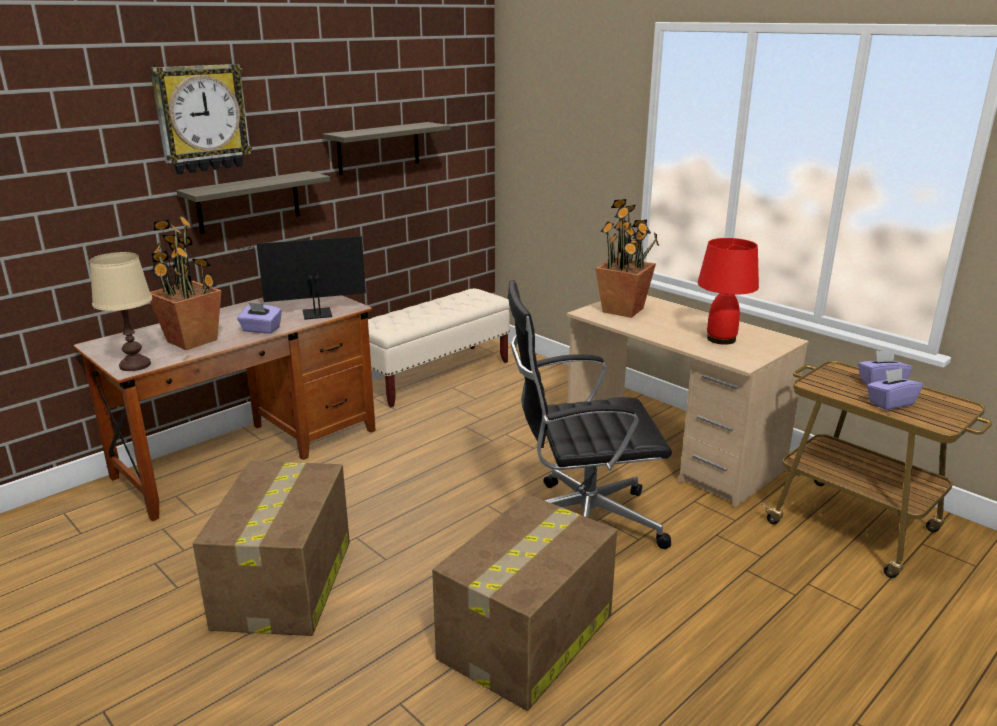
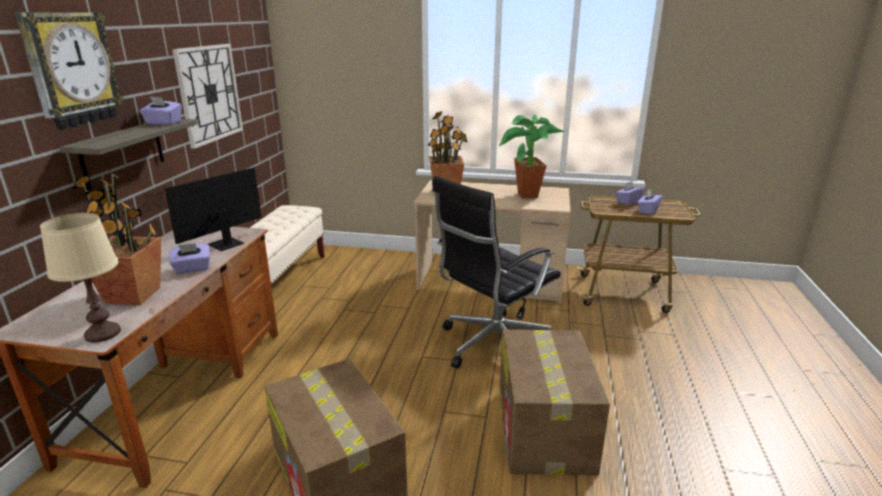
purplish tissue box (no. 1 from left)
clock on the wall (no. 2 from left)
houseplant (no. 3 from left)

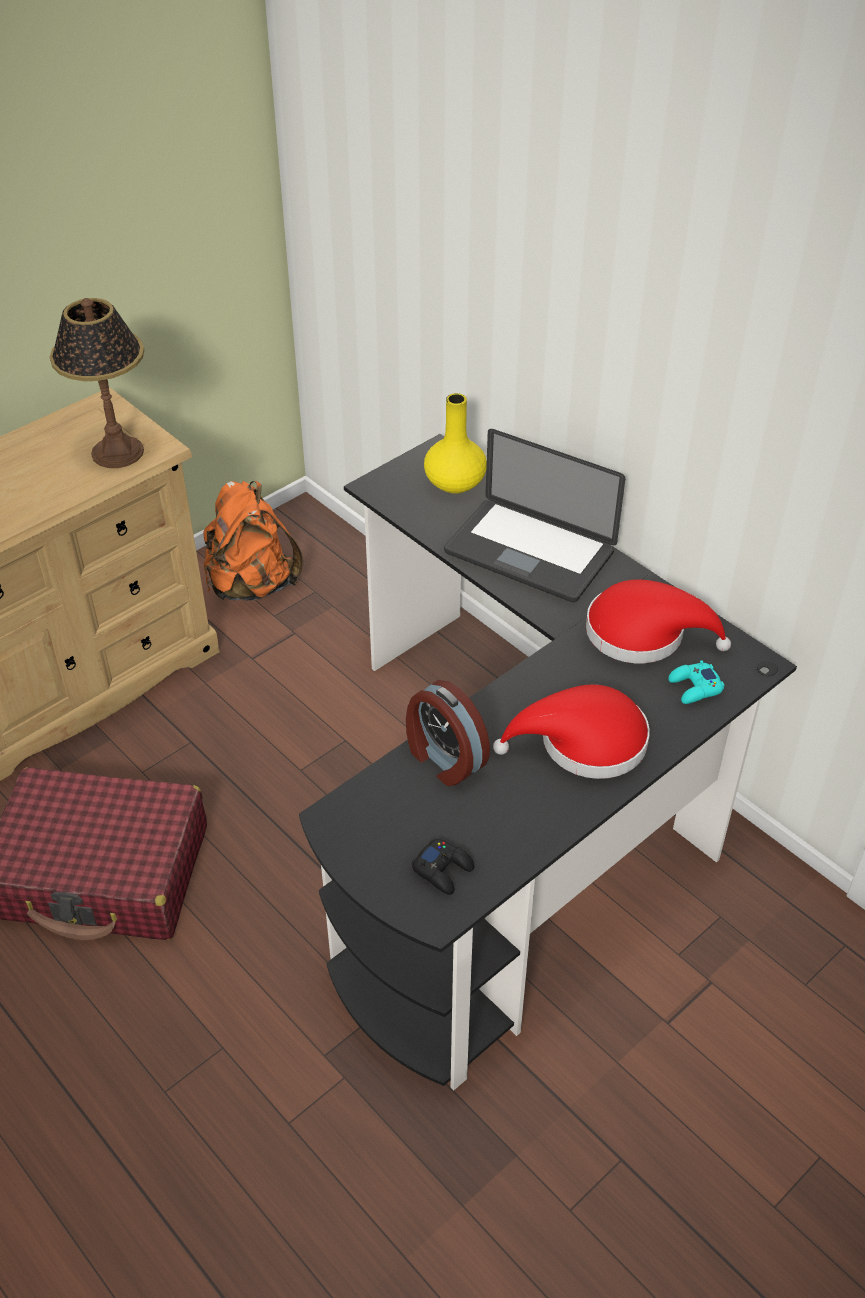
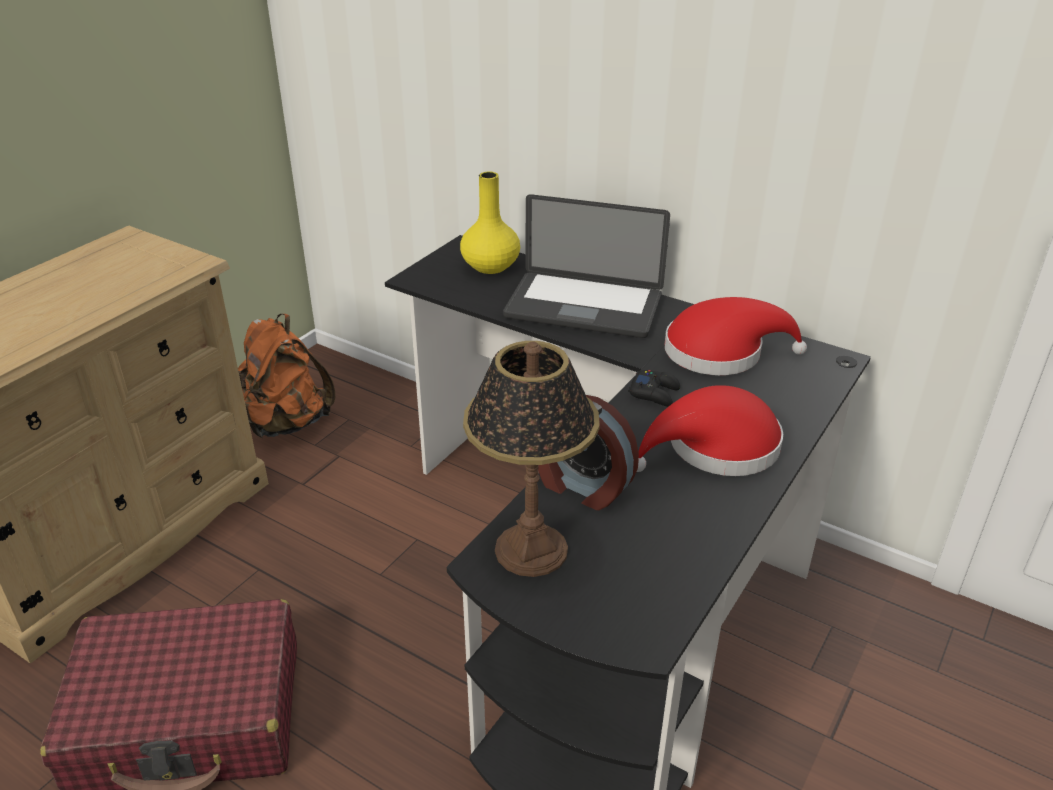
lamp for a table
blackish gamepad
blue-green gamepad

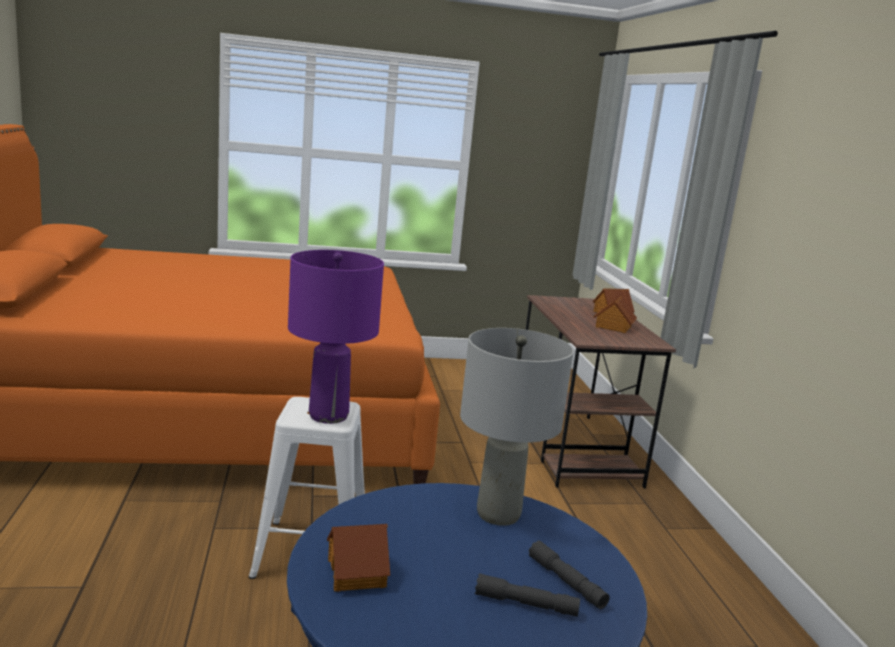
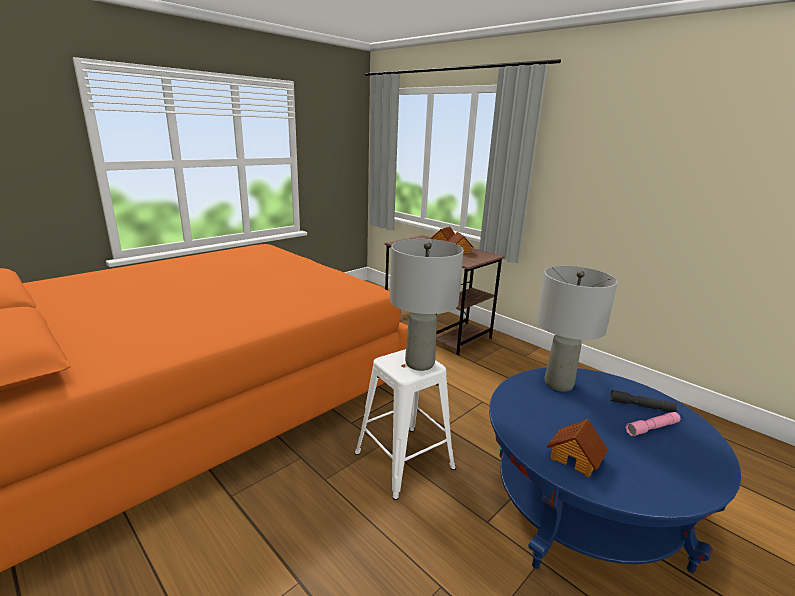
grey lamp for a table (no. 1 from left)
pinkish torch

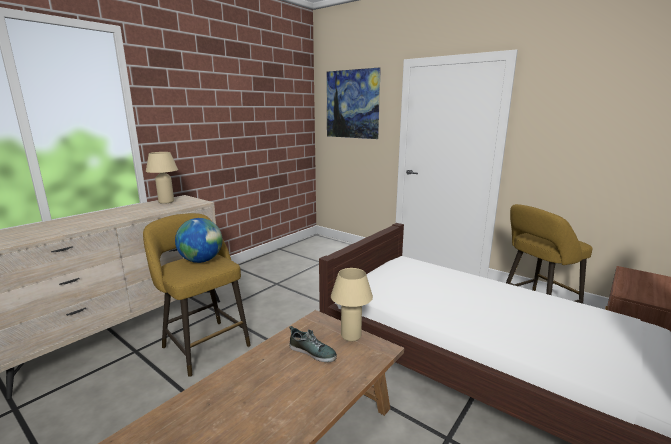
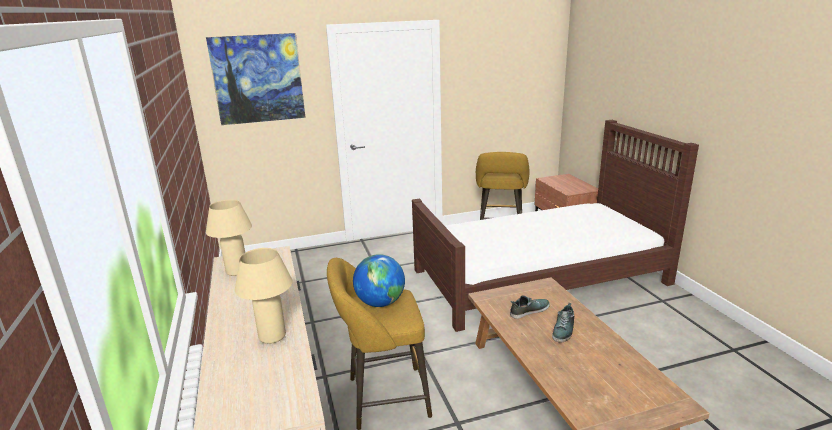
beige-coloured lamp for a table (no. 2 from left)
low shoe (no. 2 from left)

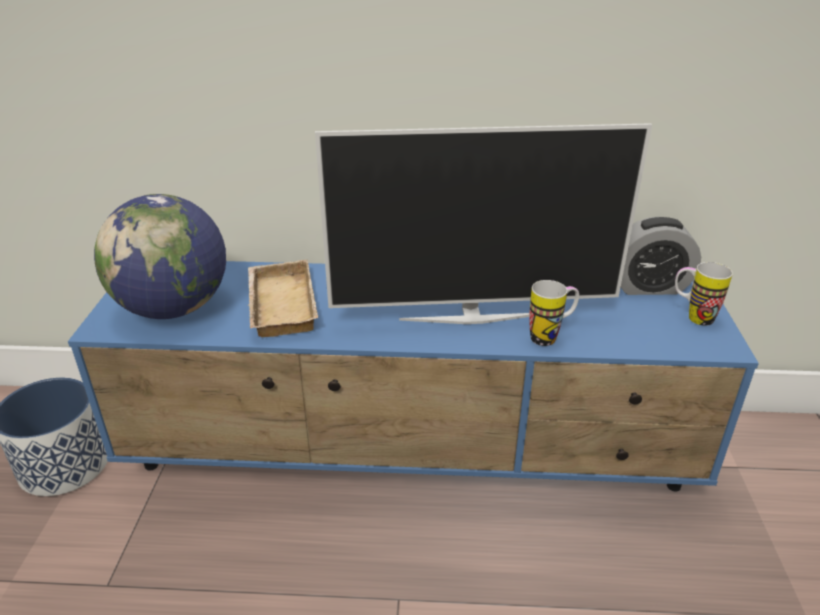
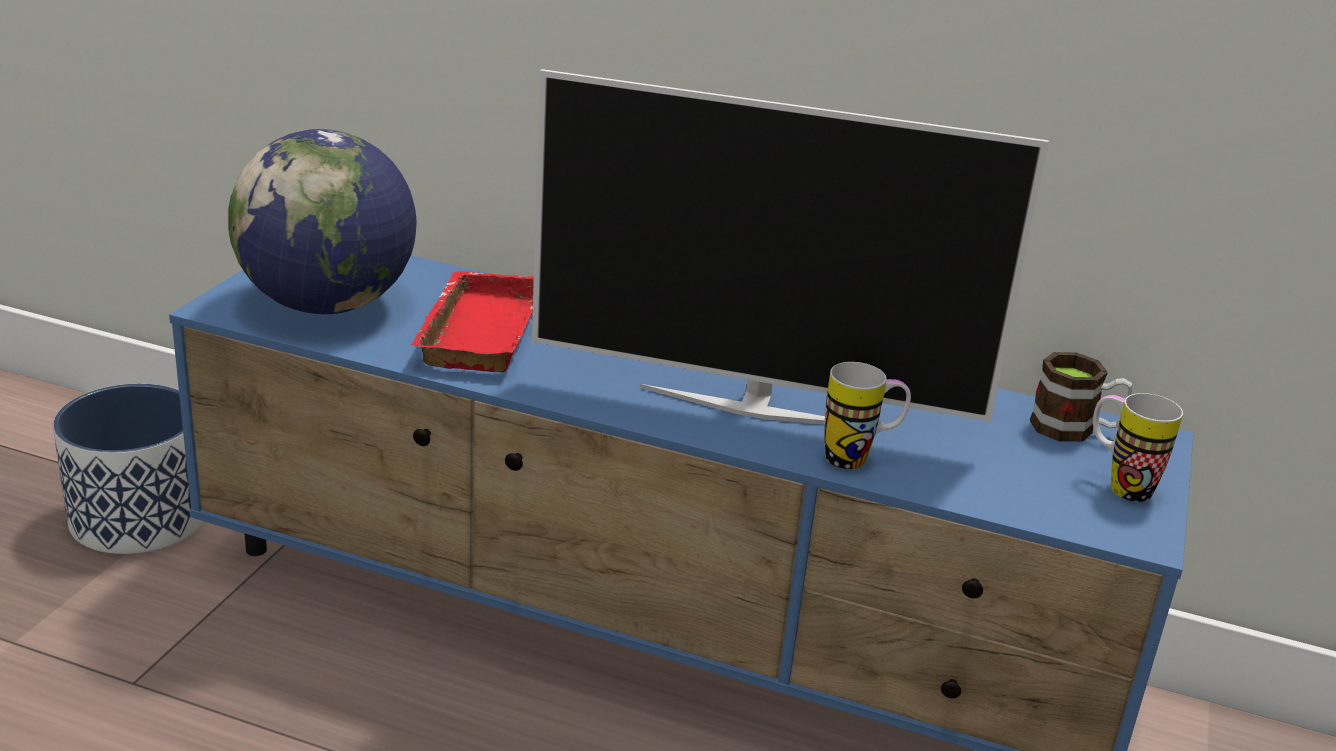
red-coloured serving tray
mug (no. 2 from left)

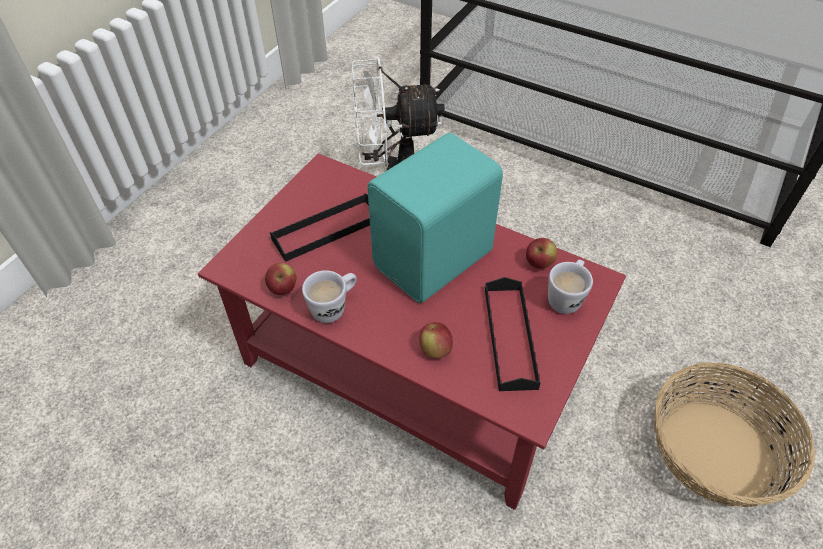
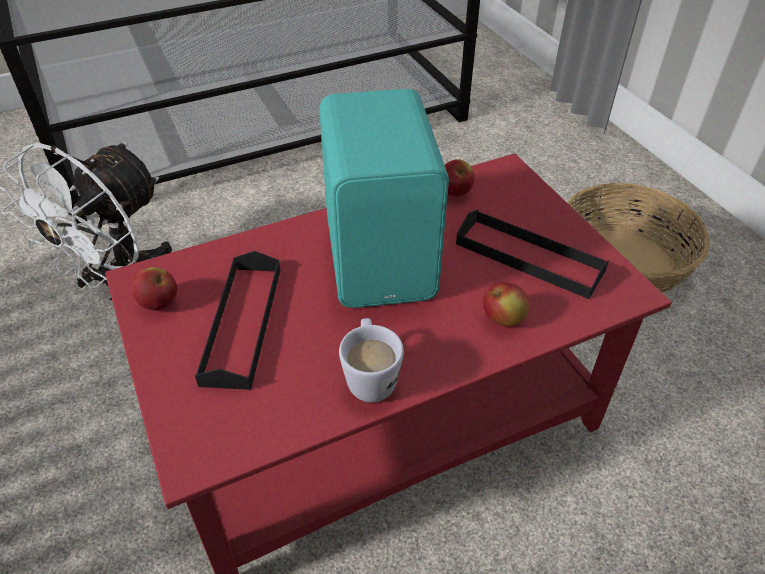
apple (no. 1 from left)
white-coloured mug (no. 2 from left in the first image)

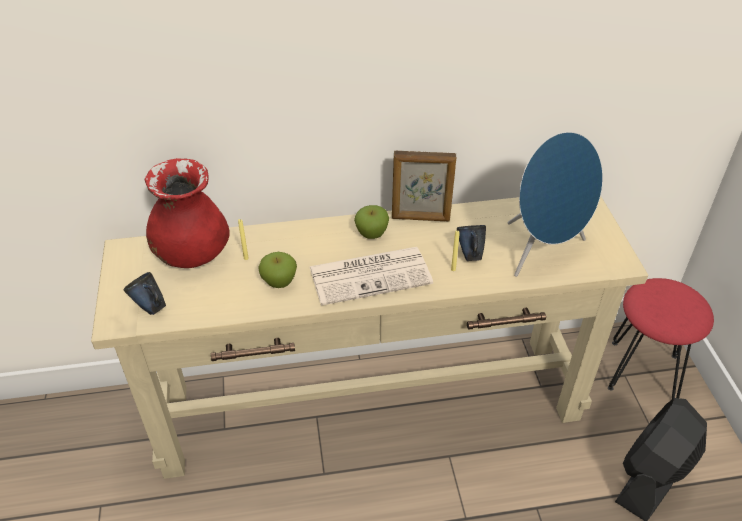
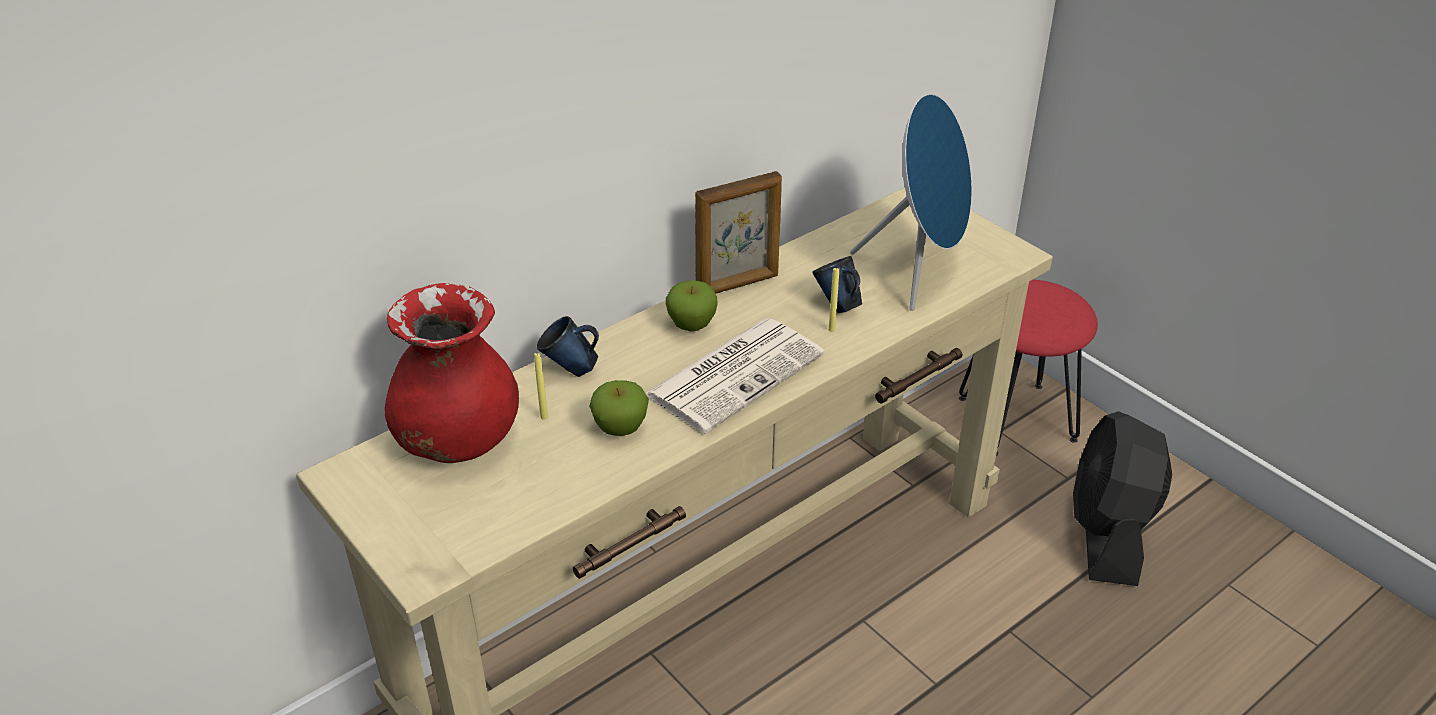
blue mug (no. 1 from left)

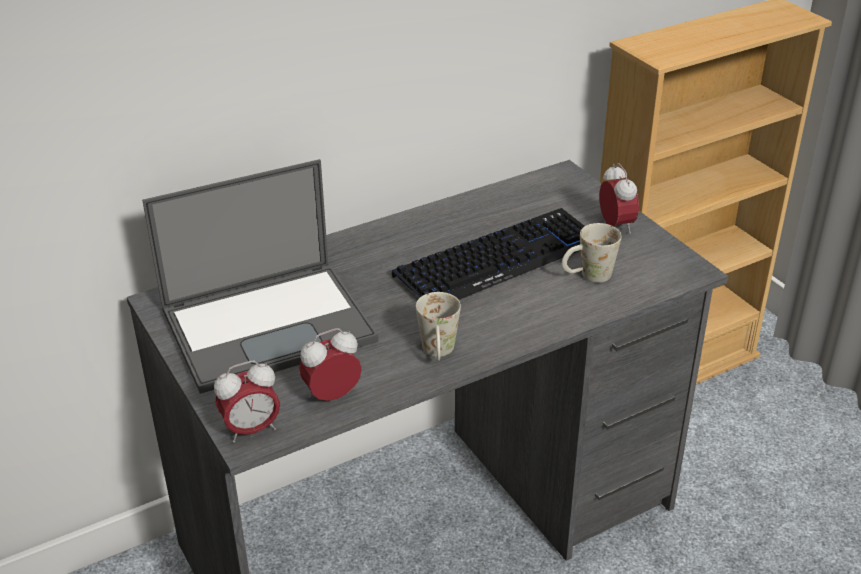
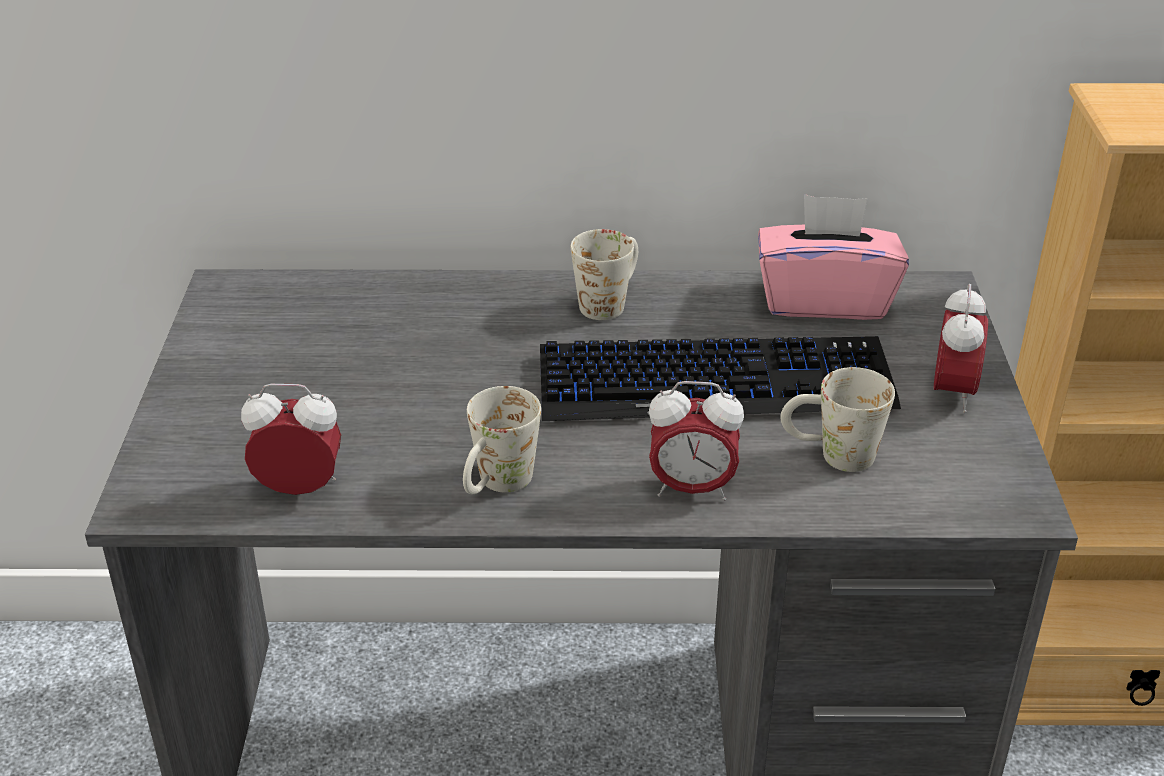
white-coloured mug (no. 2 from left)
alarm clock (no. 2 from left)
pinkish tissue box
notebook computer

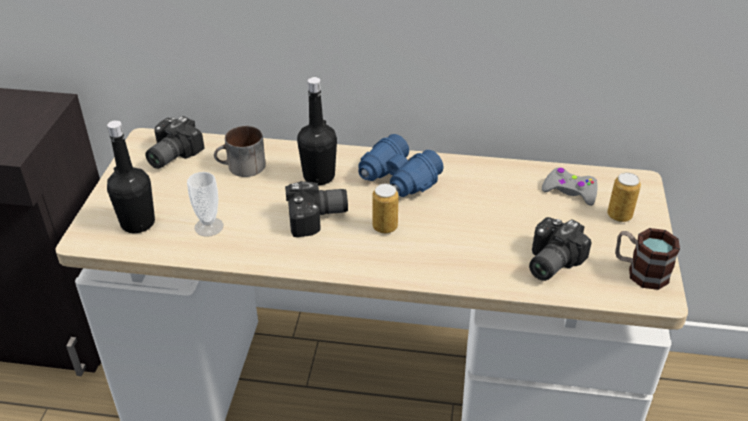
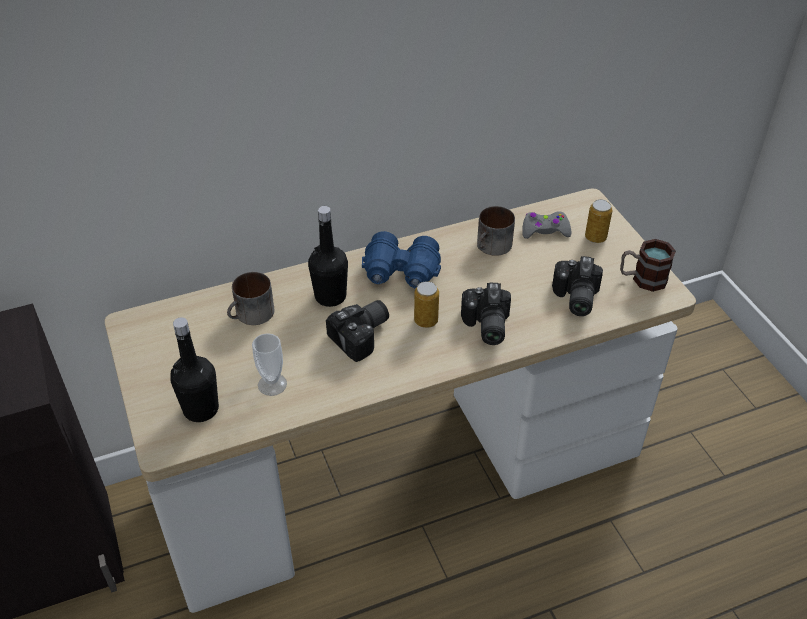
photo camera (no. 2 from left)
mug (no. 2 from left)

